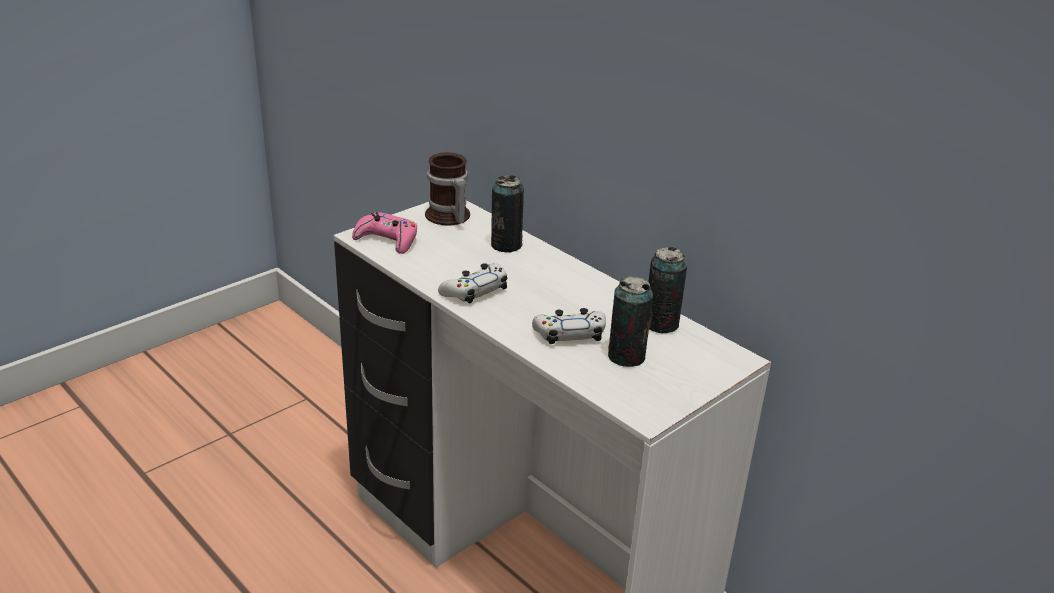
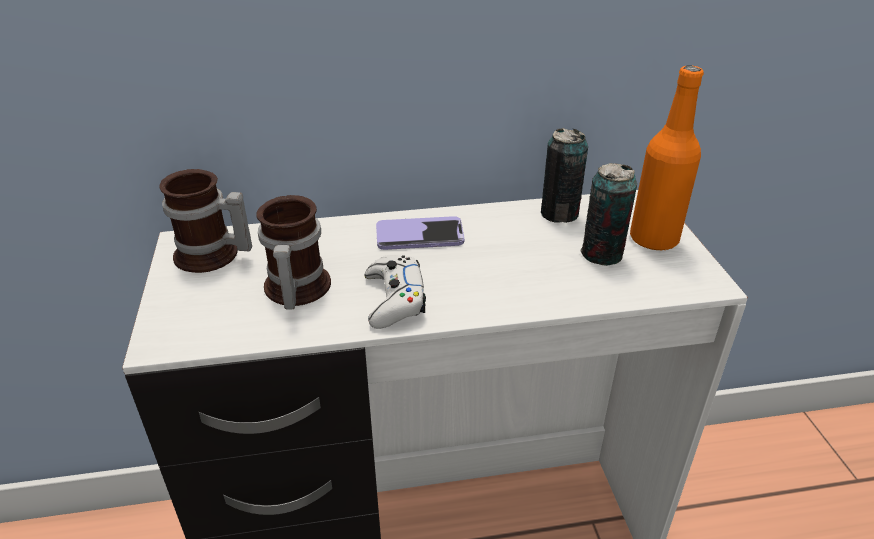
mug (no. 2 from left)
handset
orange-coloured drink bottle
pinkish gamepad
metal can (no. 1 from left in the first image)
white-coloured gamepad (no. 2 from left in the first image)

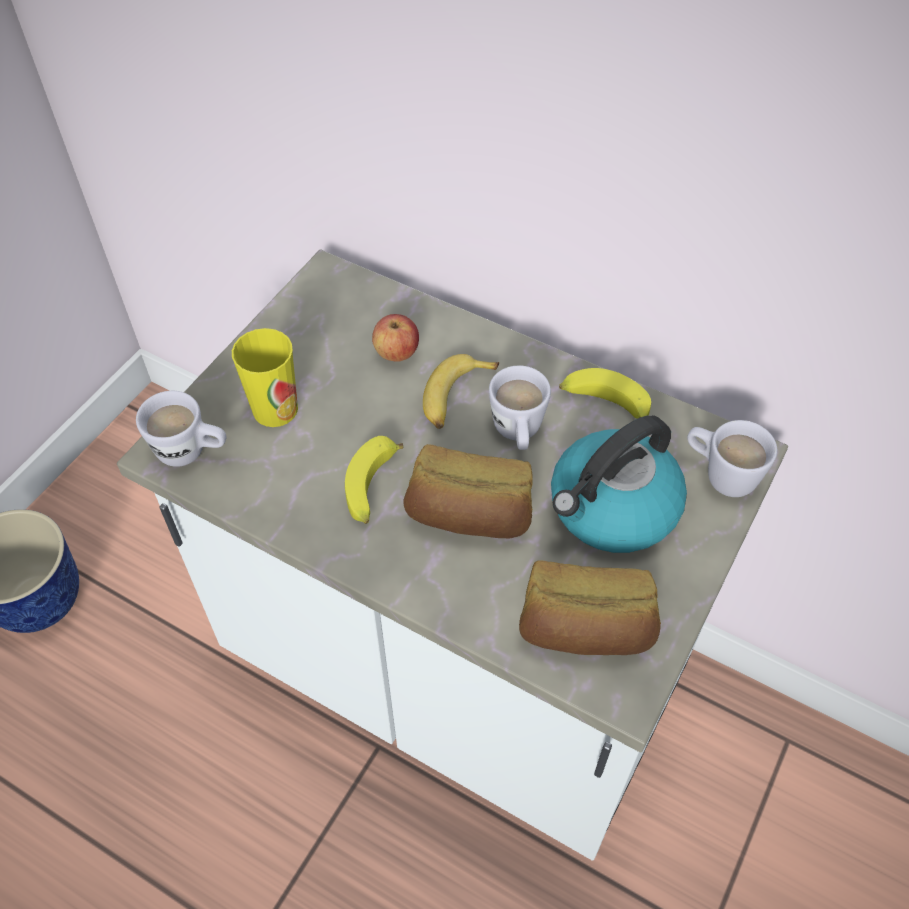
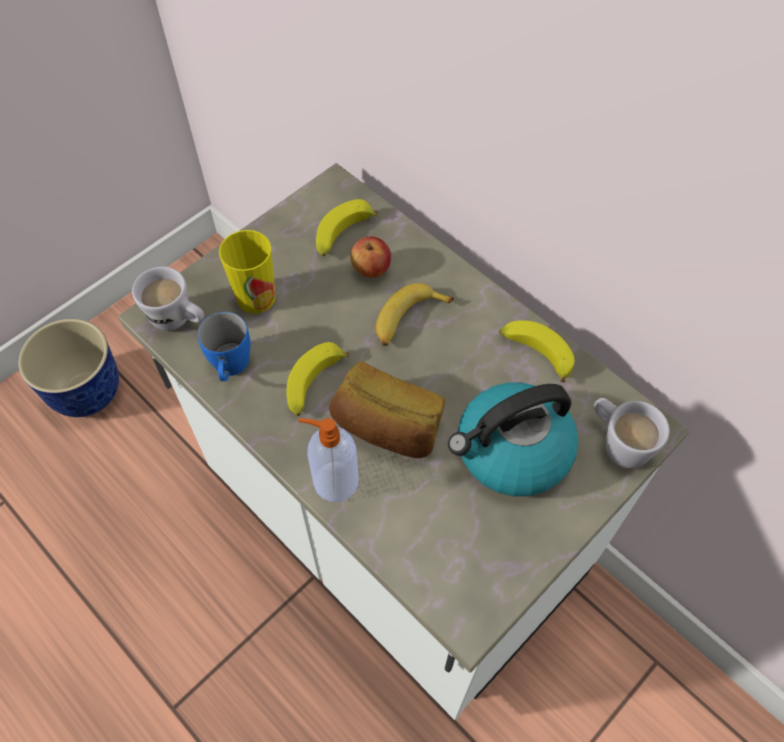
blue mug
liquid soap bottle
whole banana (no. 2 from left)
white-coloured mug (no. 2 from left in the first image)
bakery bread (no. 2 from left in the first image)

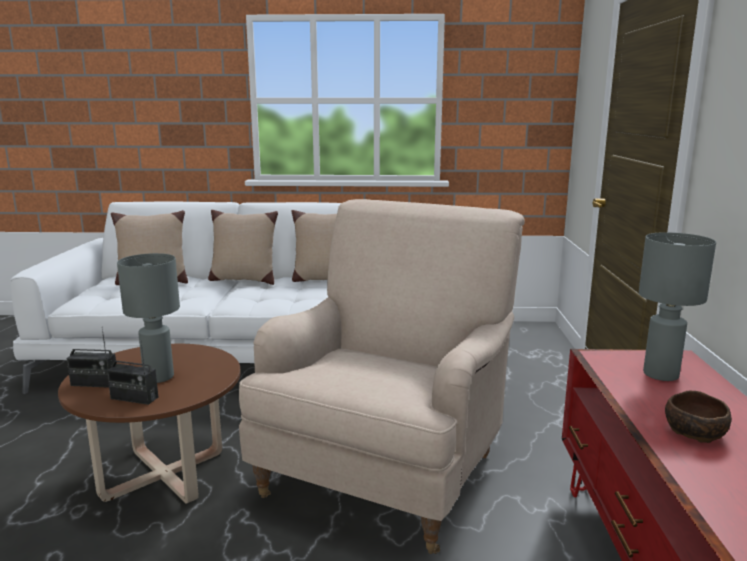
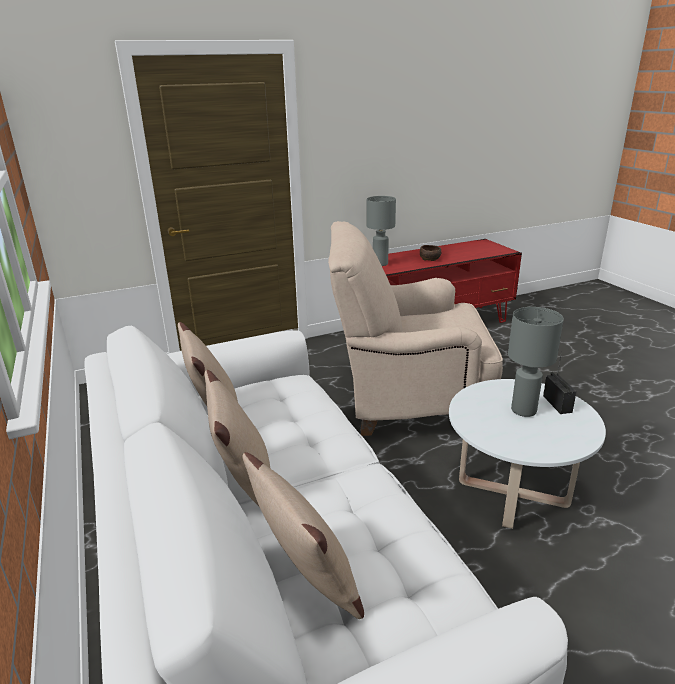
white-coloured coffee table
radio (no. 1 from left in the first image)

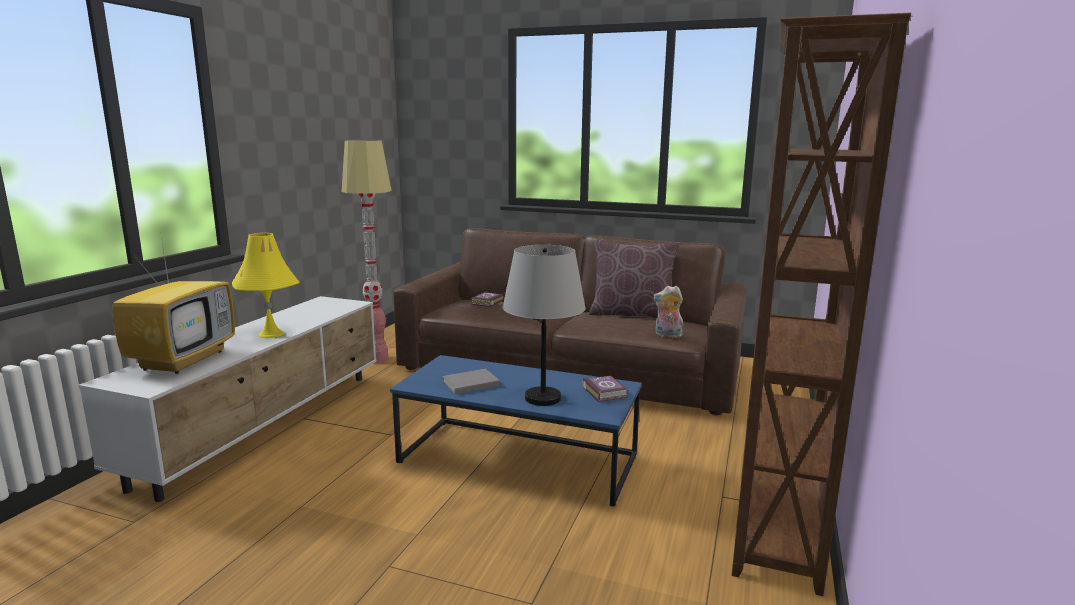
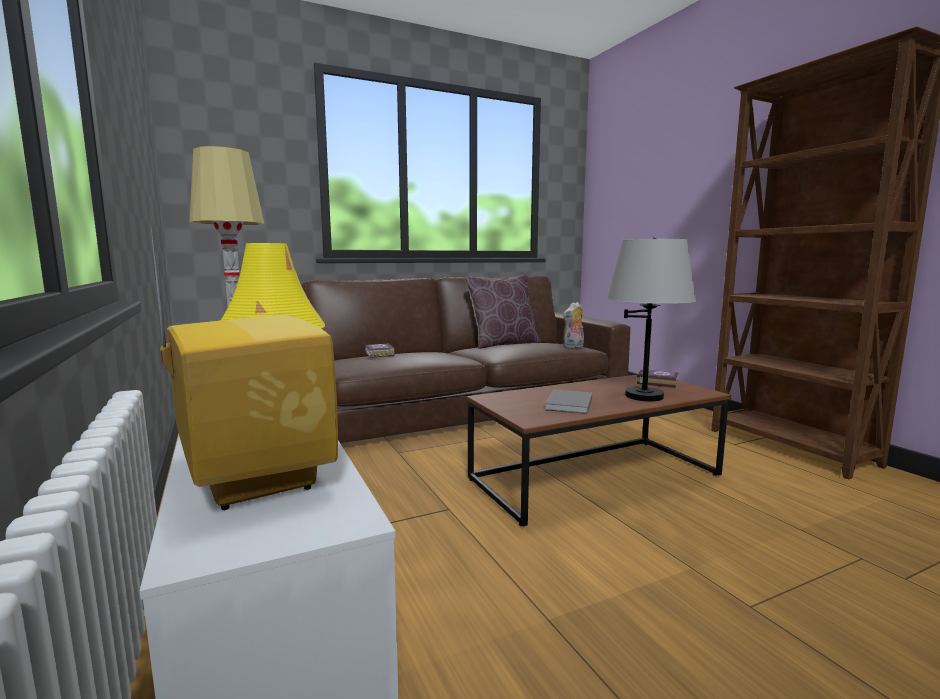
brown-coloured coffee table

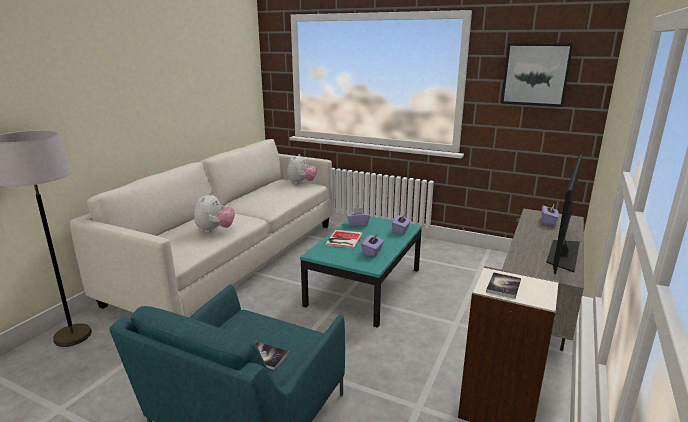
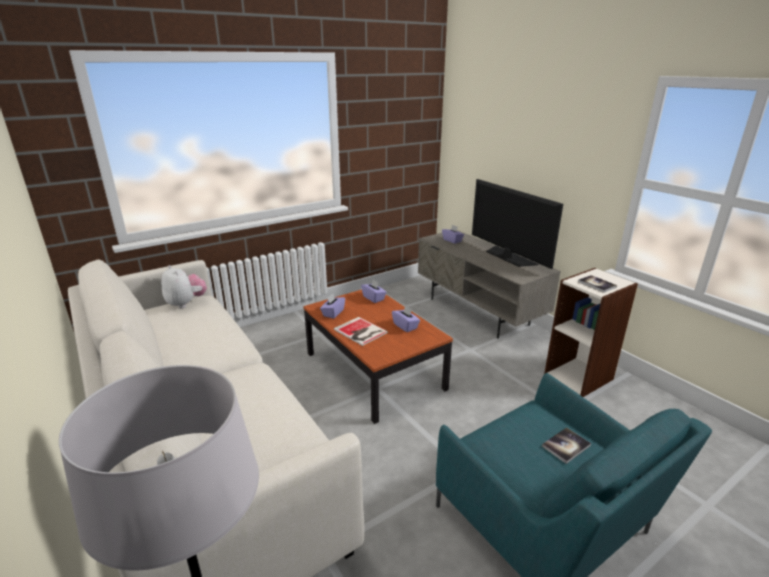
brown-coloured coffee table
plush toy (no. 1 from left in the first image)
picture

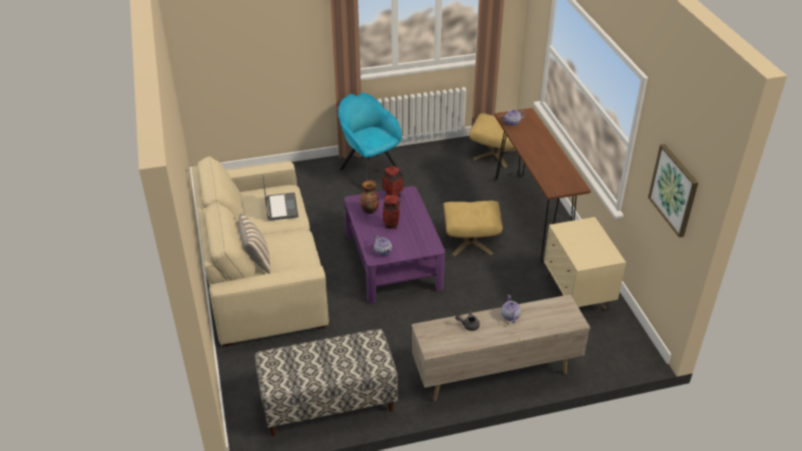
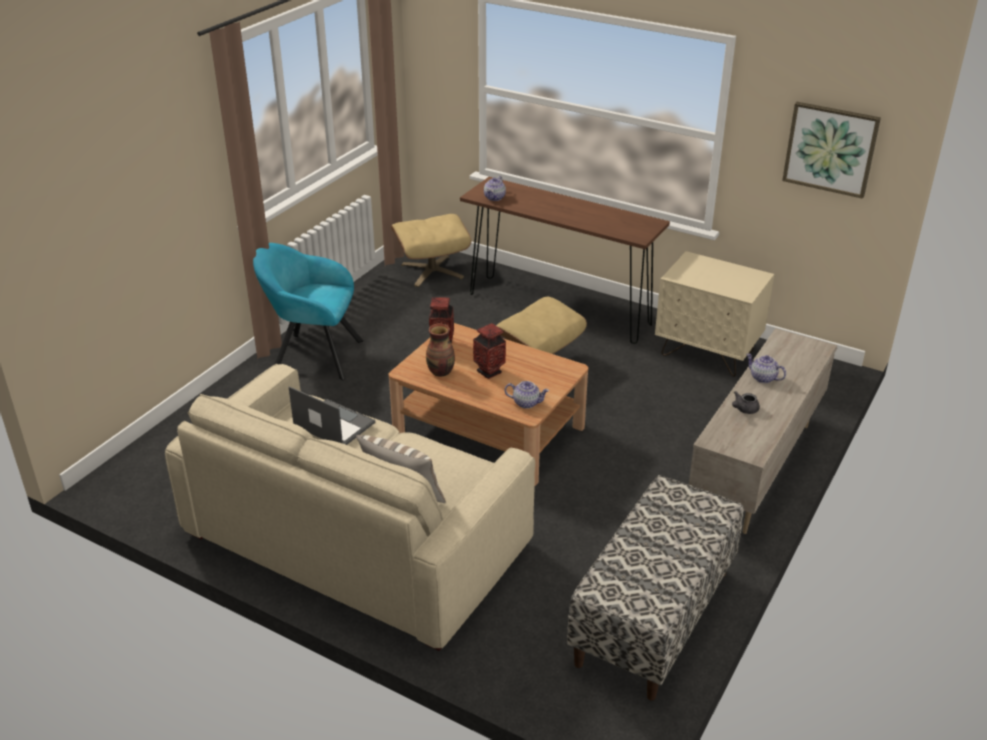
brown-coloured coffee table

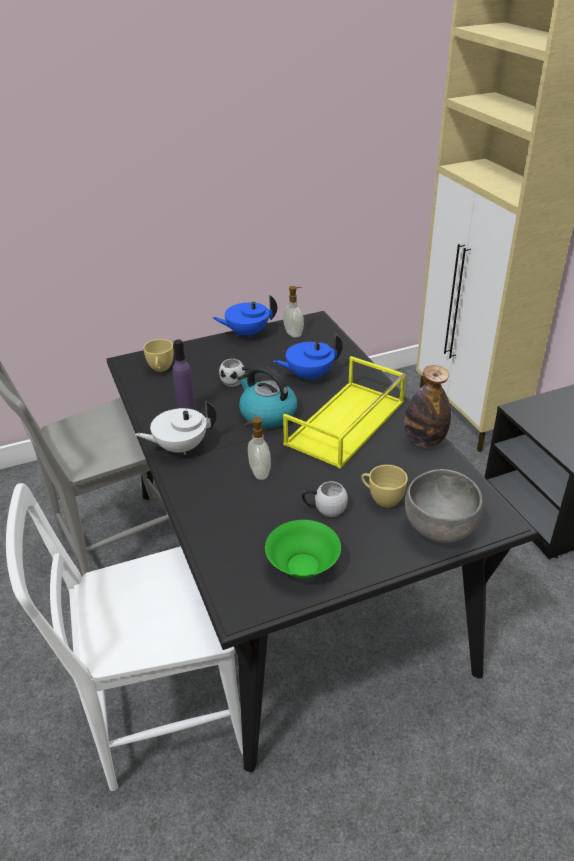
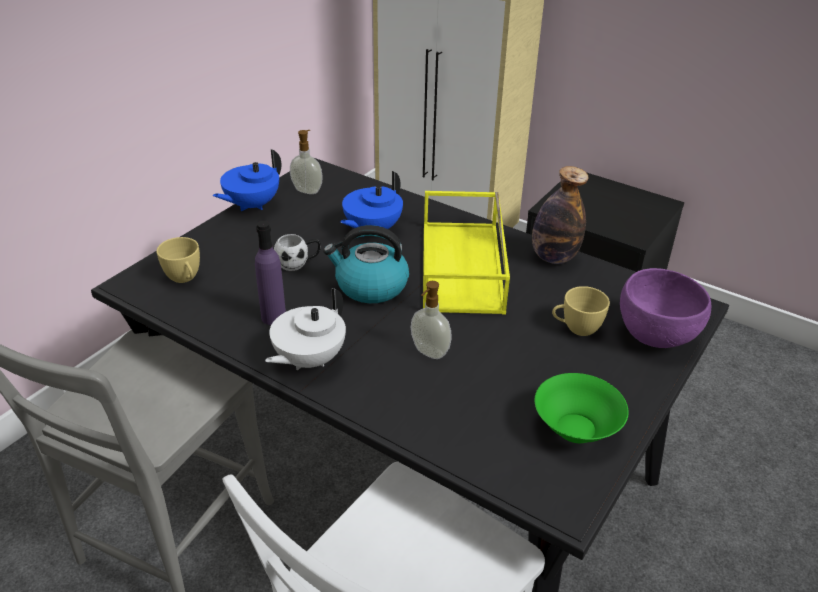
purplish bowl
white-coloured mug (no. 2 from left in the first image)

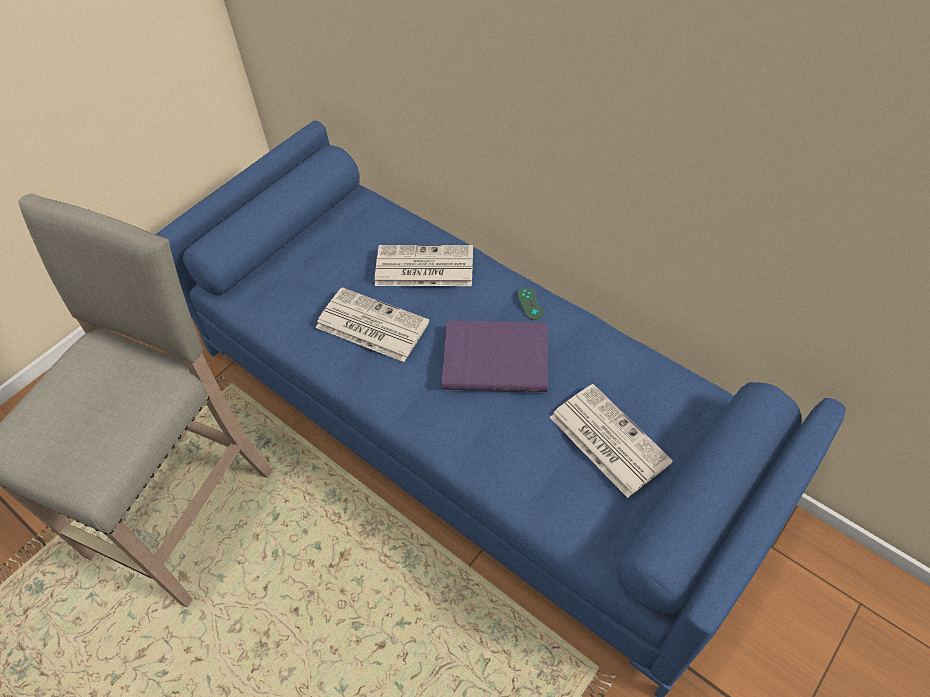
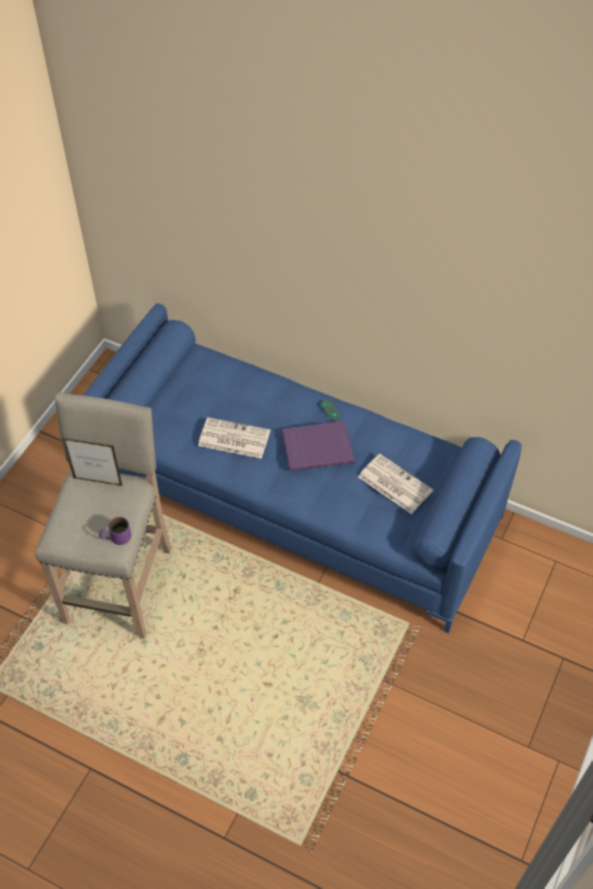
picture frame
purplish mug
newspaper (no. 2 from left in the first image)

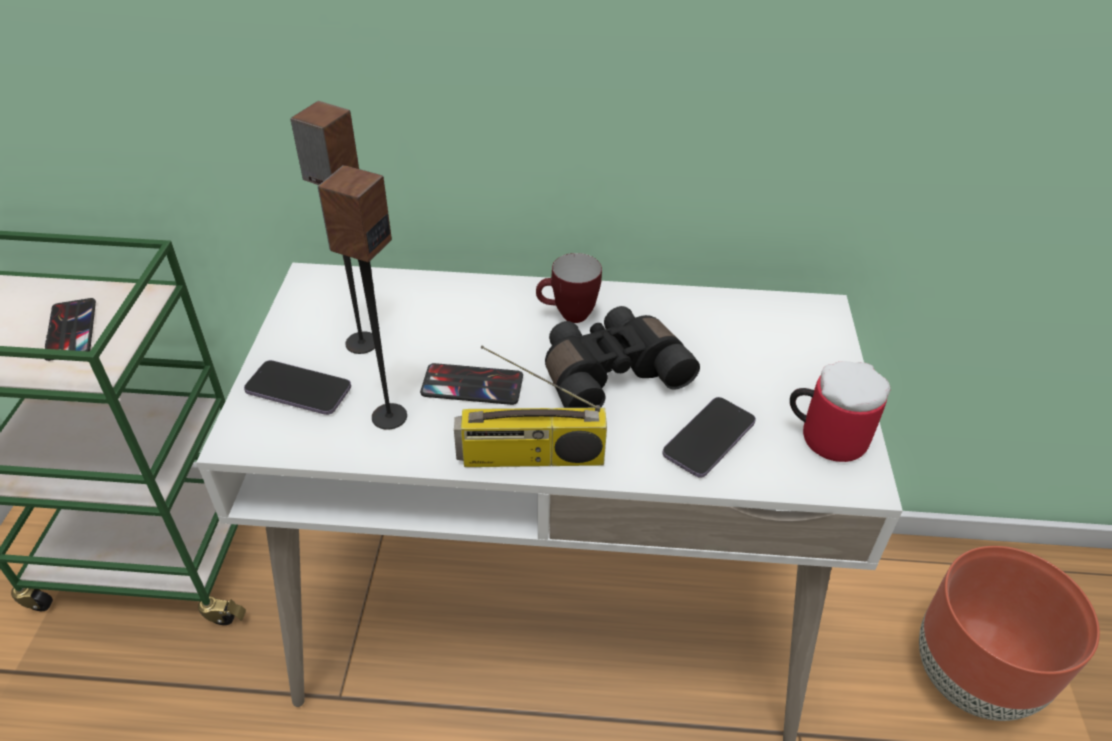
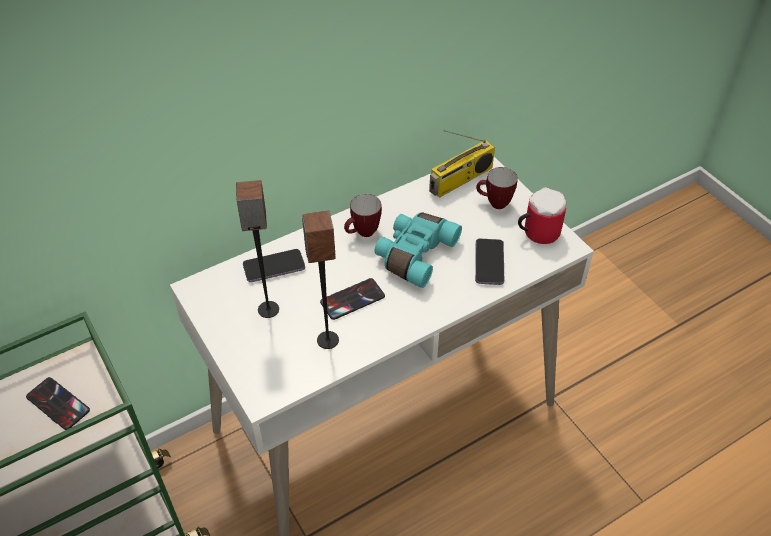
handset (no. 2 from left)
blue-green binoculars
radio
mug (no. 2 from left)
brown-coloured flower pot

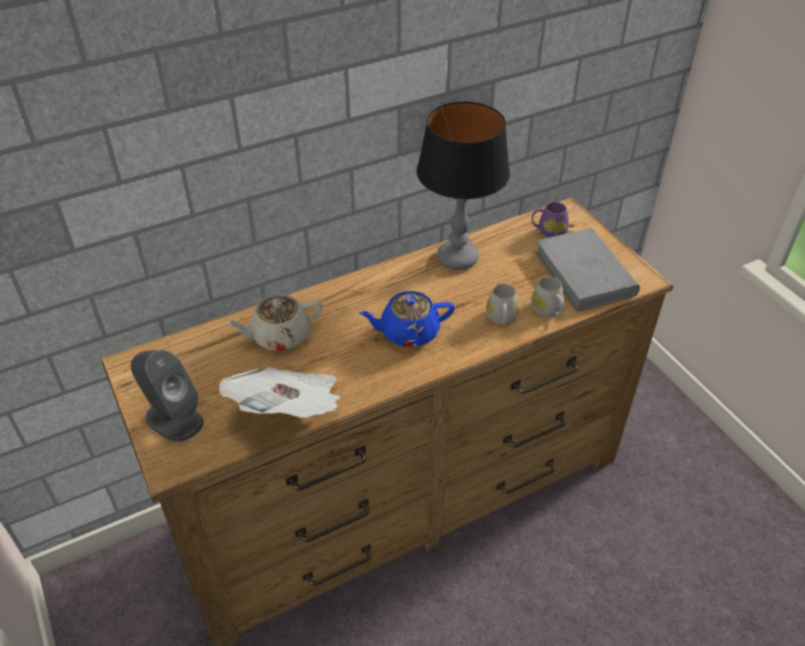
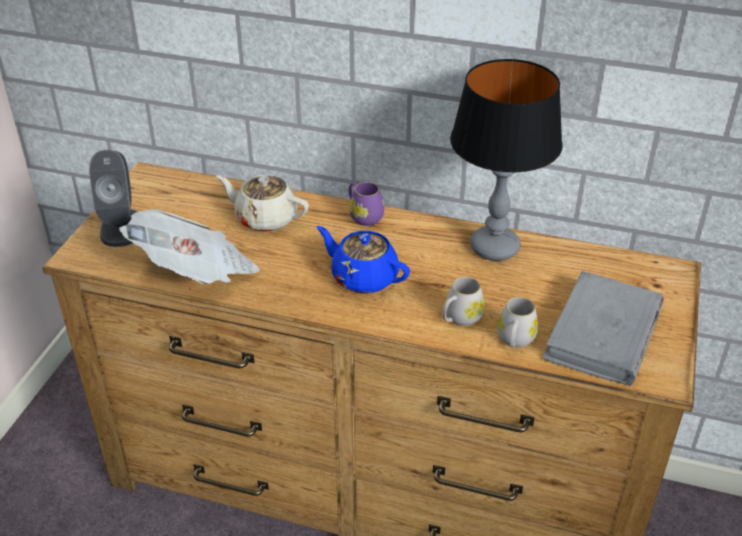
purplish mug

